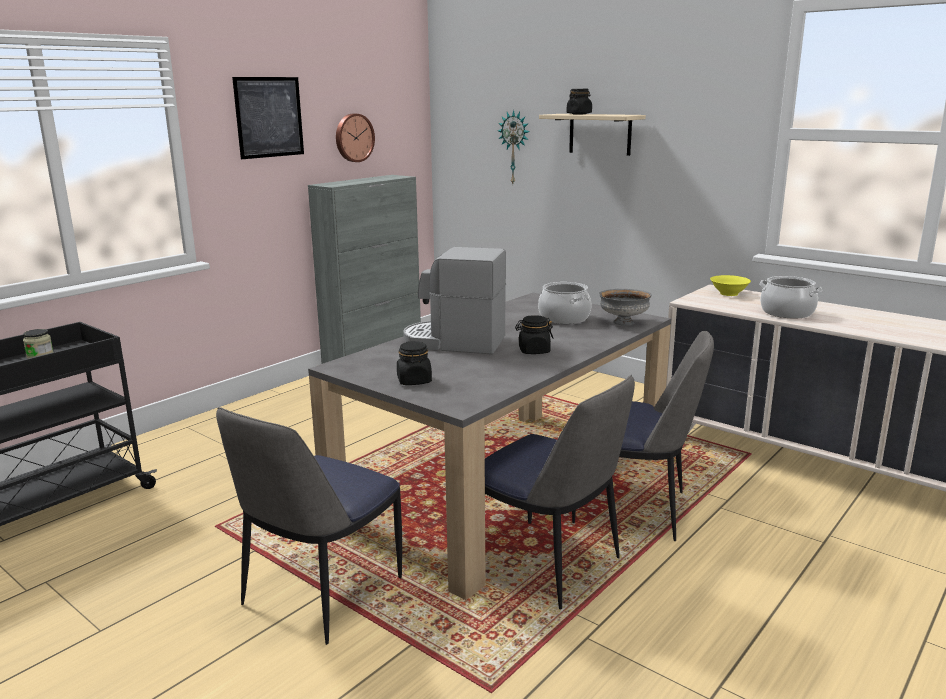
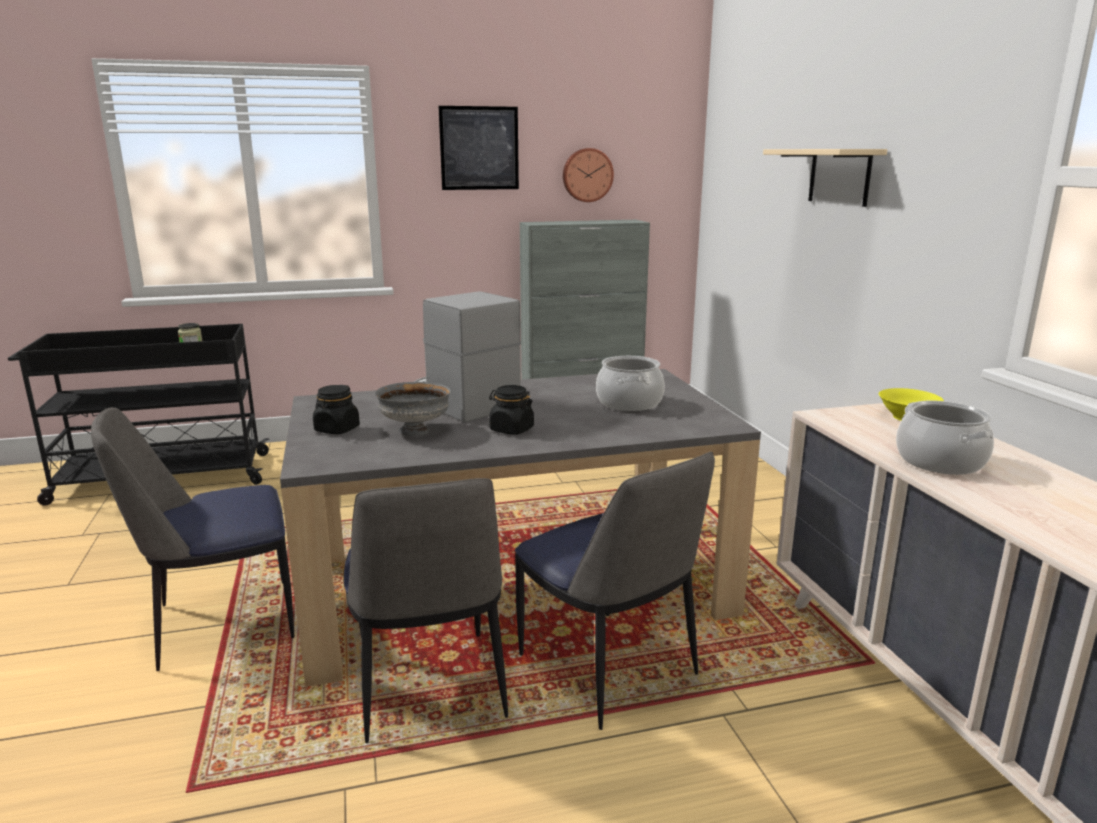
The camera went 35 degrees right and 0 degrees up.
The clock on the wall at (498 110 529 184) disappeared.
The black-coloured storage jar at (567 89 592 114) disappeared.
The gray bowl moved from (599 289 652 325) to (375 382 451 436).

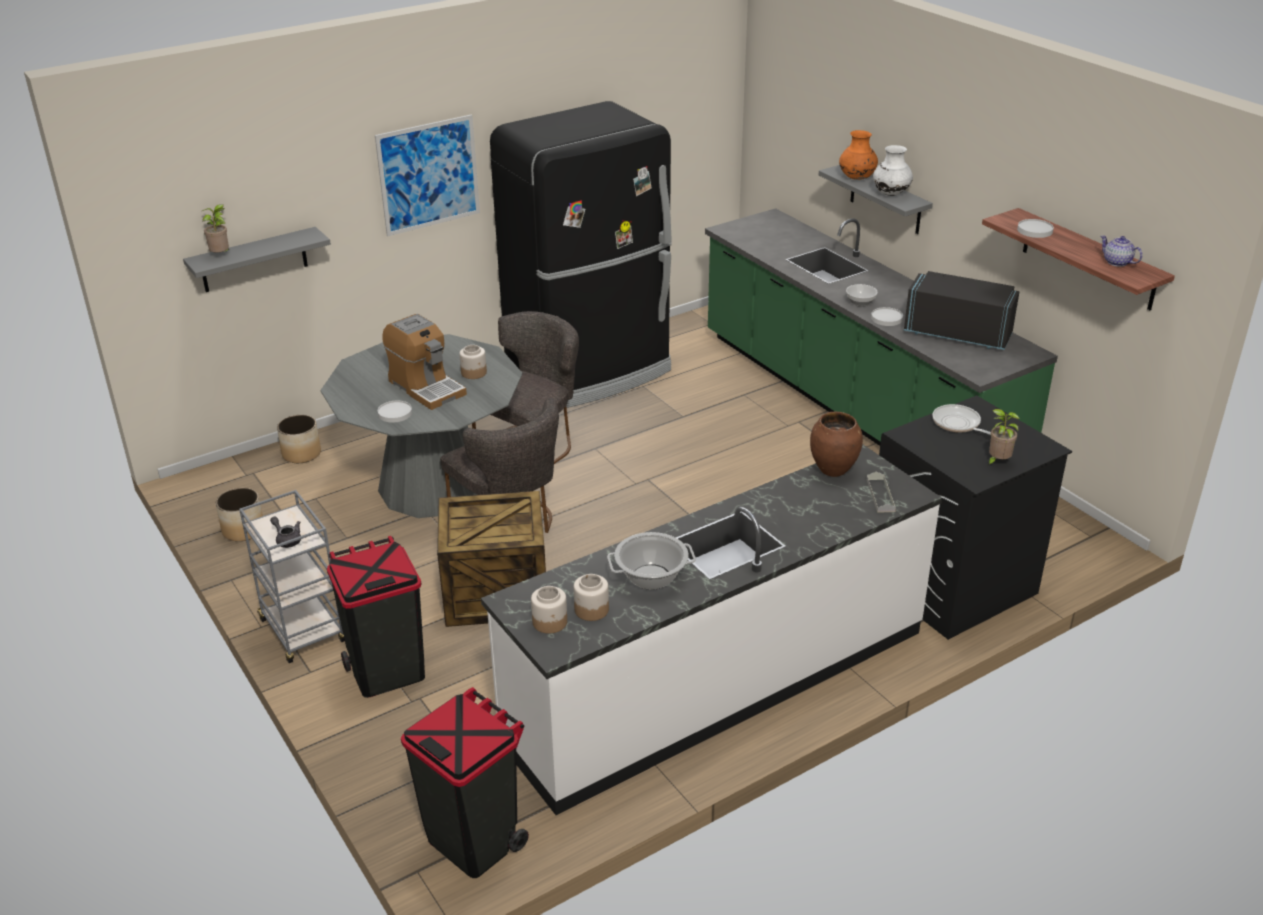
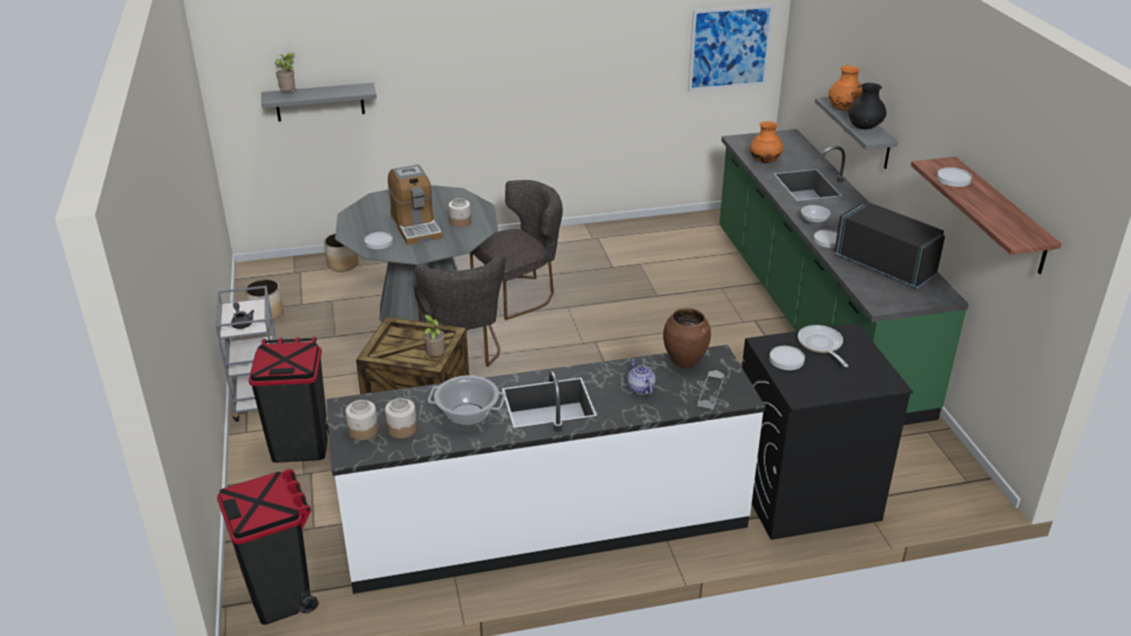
The camera went 20 degrees right and 0 degrees up.
The picture moved from (375 115 480 236) to (688 4 774 91).
The black-coloured kitchen fridge at (490 101 672 408) disappeared.
The white-coloured vase at (873 145 913 196) became the black-coloured vase at (848 83 886 130).
The plant in a pot moved from (987 409 1020 466) to (420 314 445 359).
The pot for tea moved from (1100 235 1143 267) to (627 359 656 395).
The orange vase at (750 121 783 163) appeared.
The white-coloured dinner plate at (769 346 805 370) appeared.

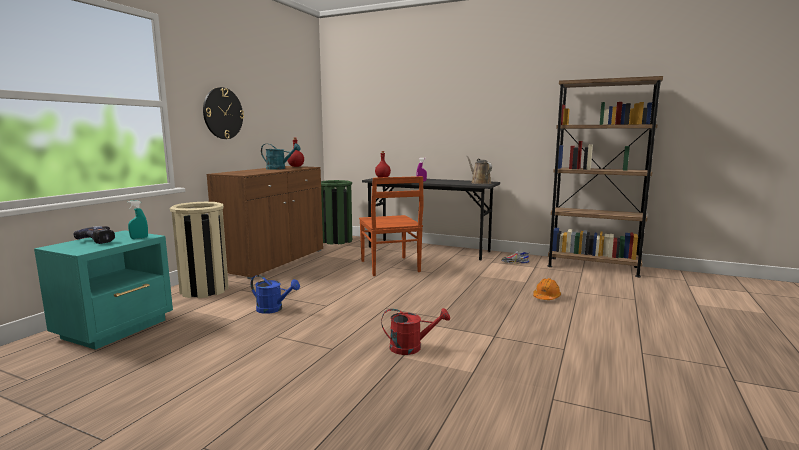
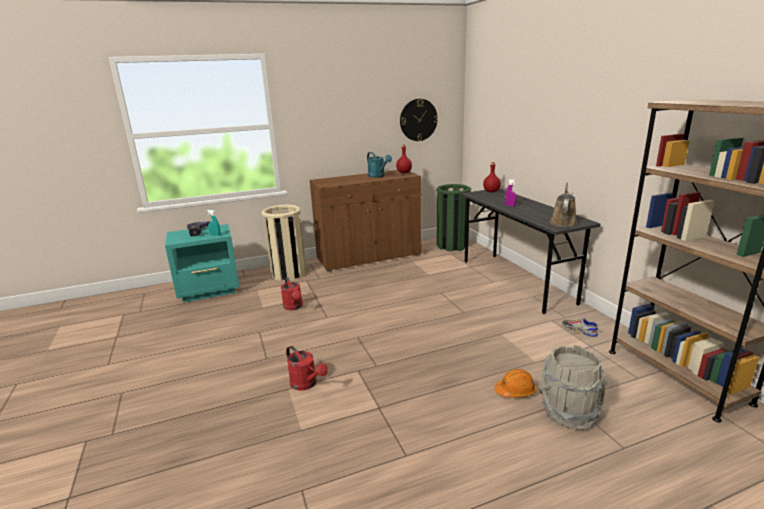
The camera went 45 degrees right and 10 degrees up.
The clock on the wall moved from (203 87 244 139) to (400 99 438 141).
The bluish sprinkling can at (251 275 300 314) became the red sprinkling can at (281 277 303 310).
The brown chair at (359 176 424 276) disappeared.
The gray water bucket at (539 345 608 430) appeared.

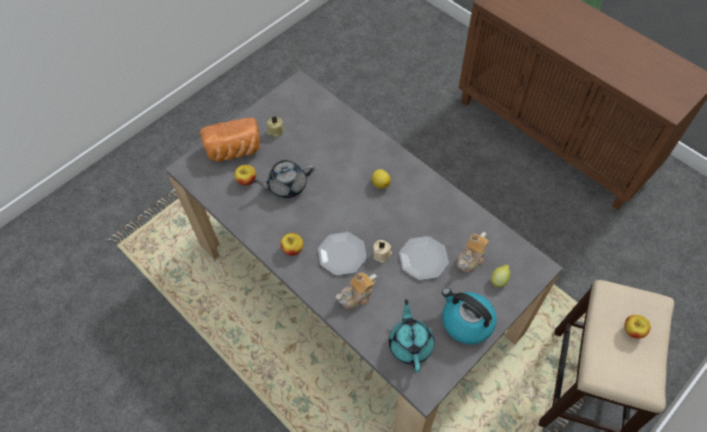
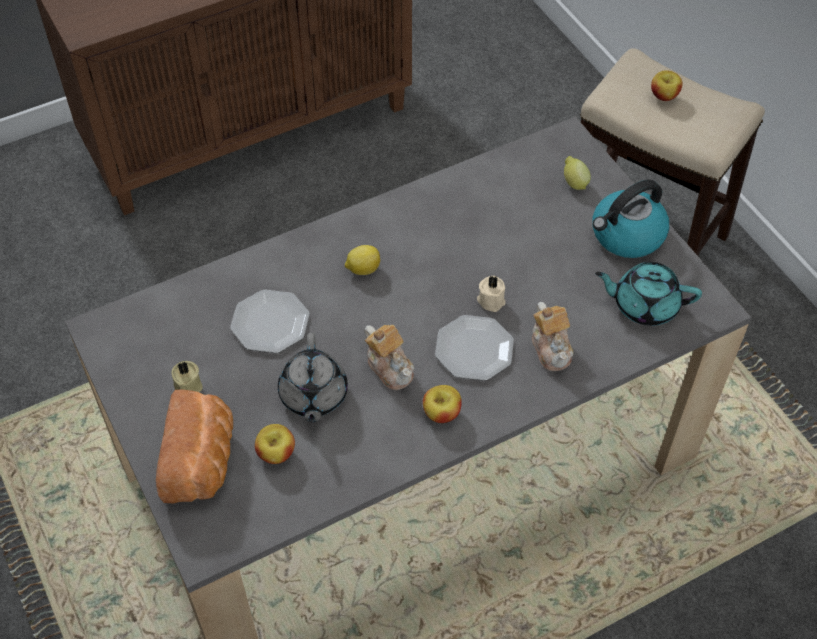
The camera went 75 degrees left and 5 degrees down.
The dinner plate moved from (399 236 449 280) to (230 290 310 353).
The pot for tea moved from (457 232 489 272) to (364 325 414 390).

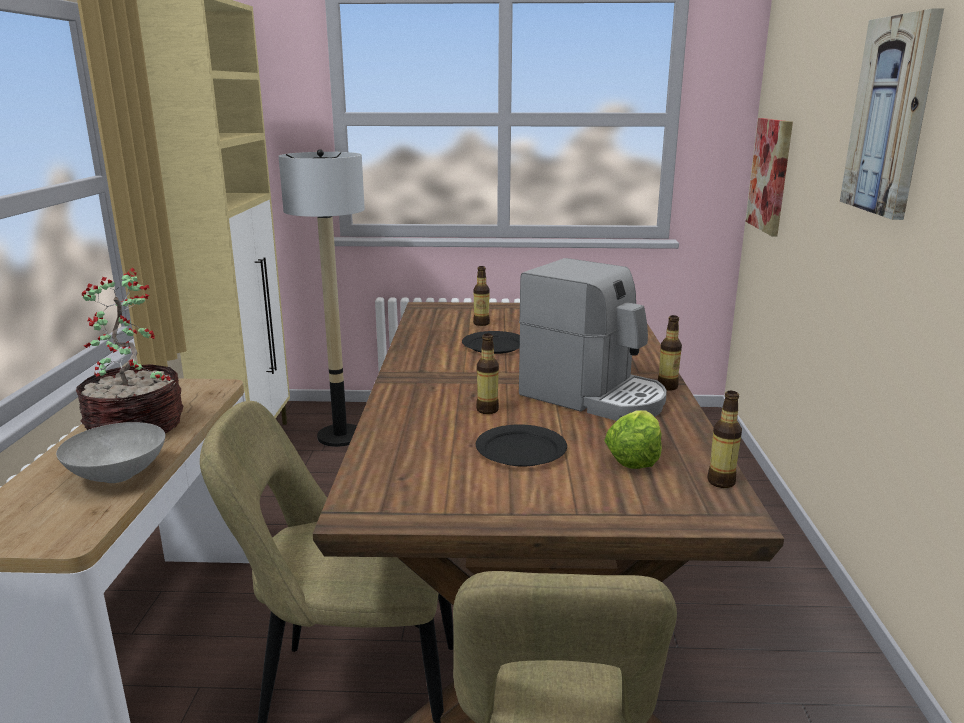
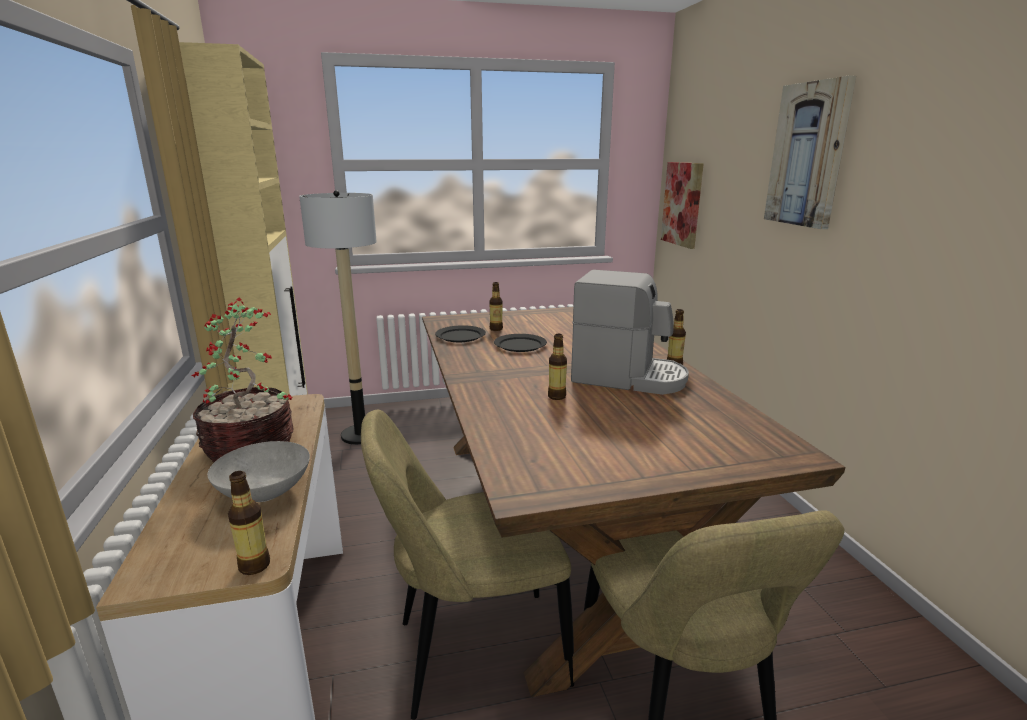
The camera went 15 degrees left and 0 degrees up.
The black-coloured dinner plate moved from (476 424 567 467) to (435 325 486 342).
The head of lettuce at (604 410 662 469) disappeared.
The beverage bottle moved from (707 391 742 488) to (228 471 270 575).

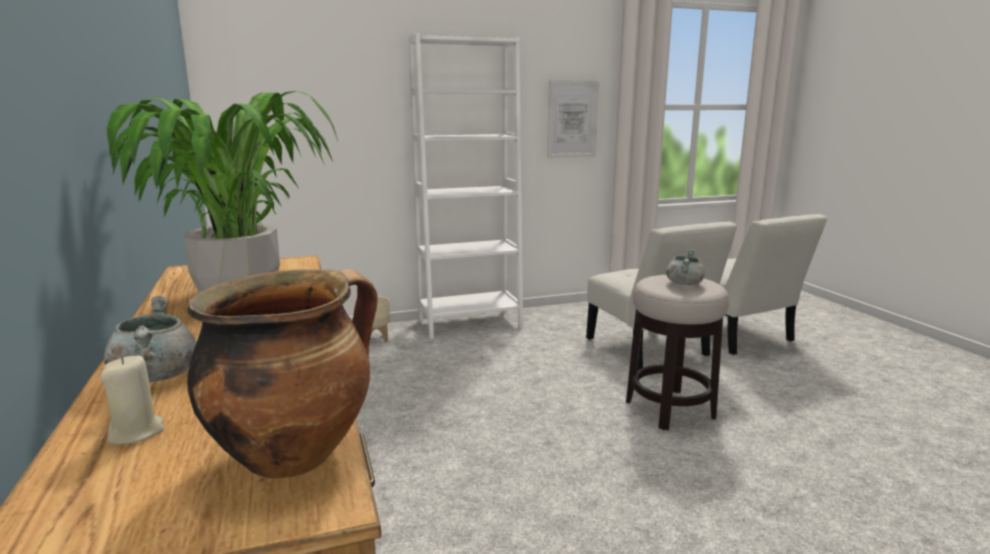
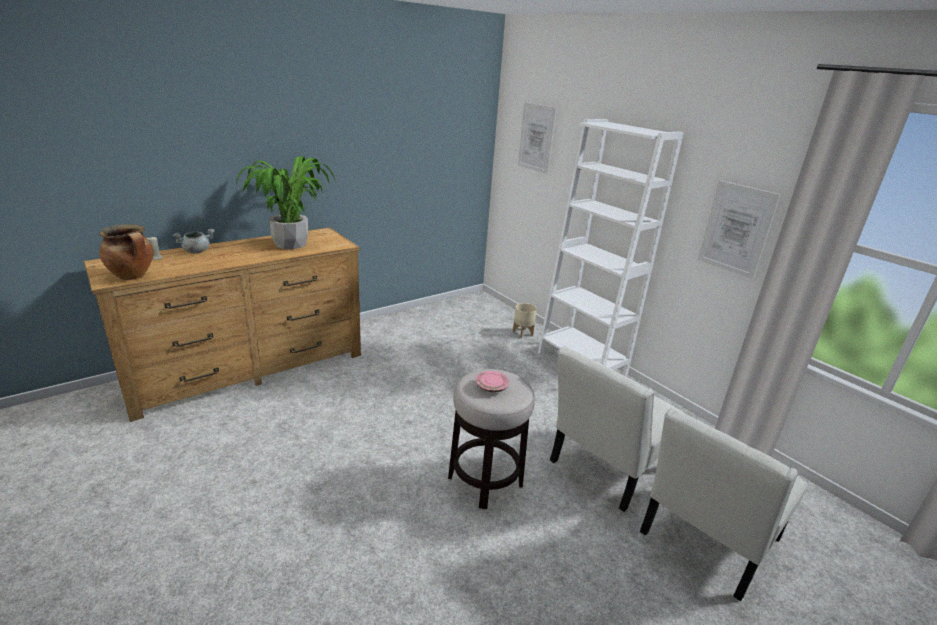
The camera went 70 degrees right and 10 degrees up.
The gray stockpot at (666 248 705 285) was replaced by the pink-coloured dinner plate at (475 371 509 392).
The picture at (518 102 557 174) appeared.

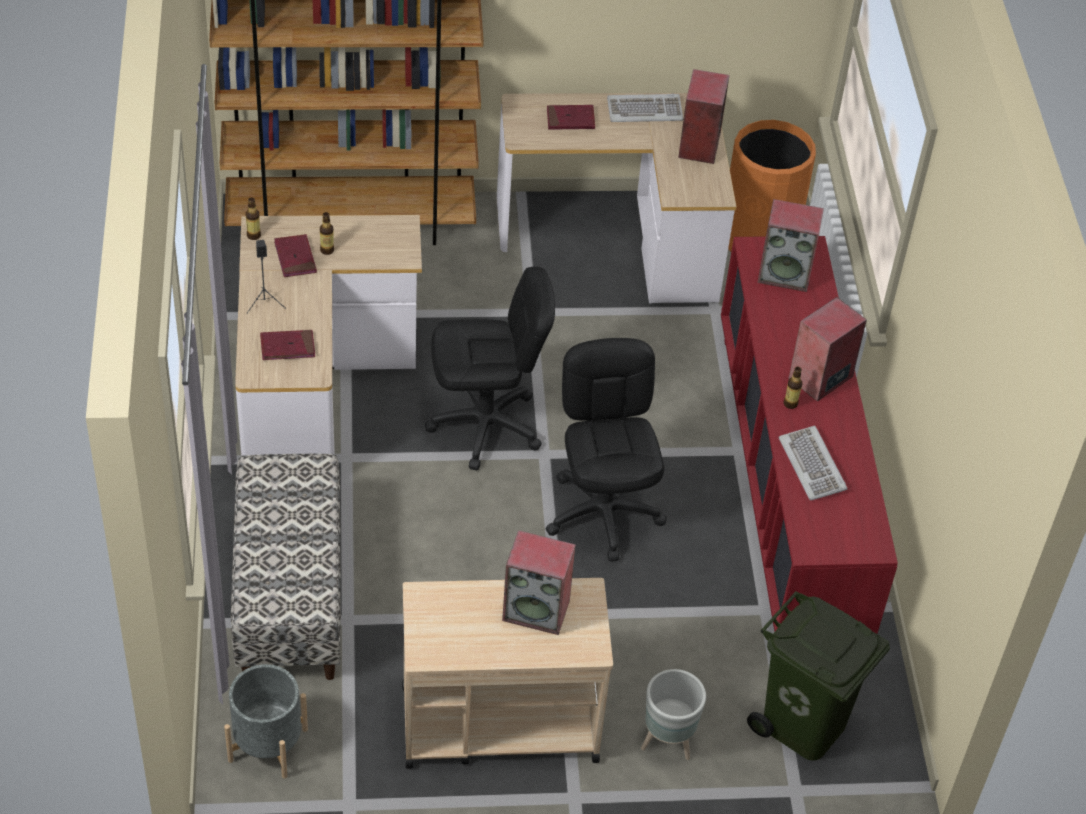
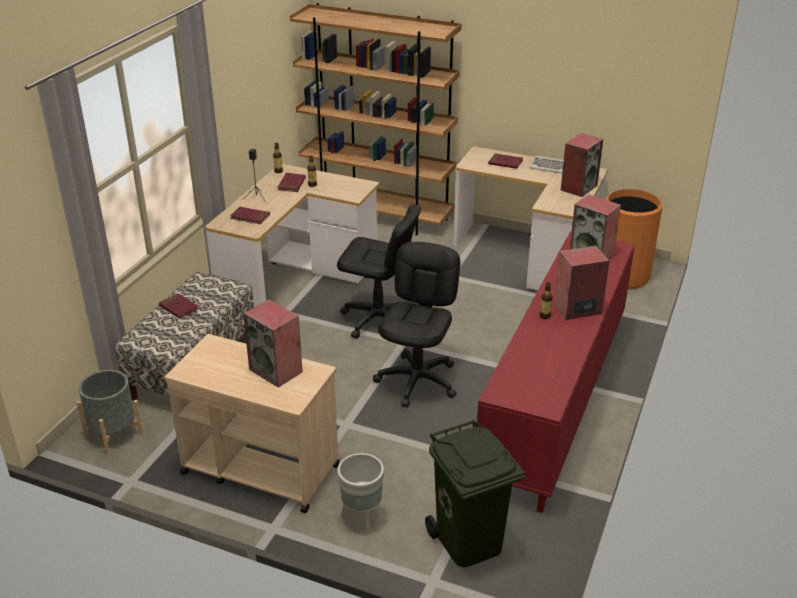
The camera went 30 degrees right and 15 degrees down.
The keyboard at (779 426 847 500) disappeared.
The red book at (159 293 199 319) appeared.

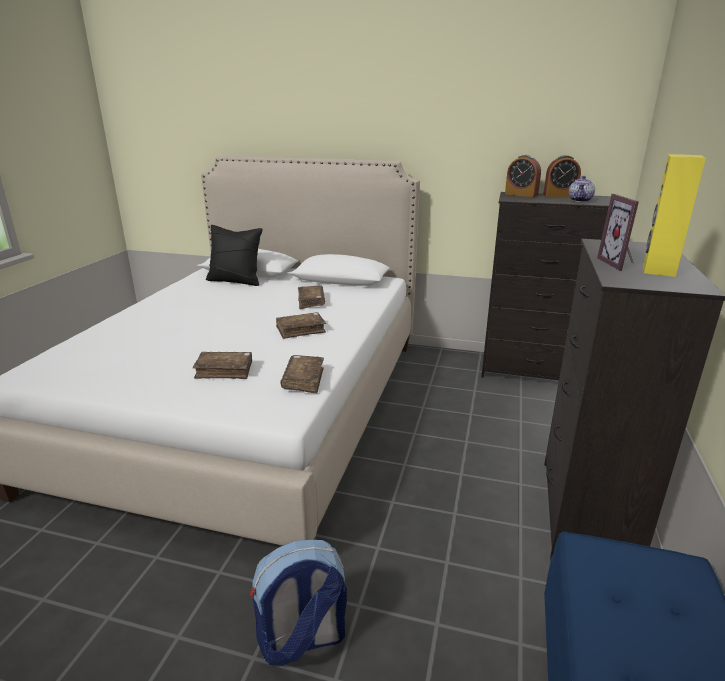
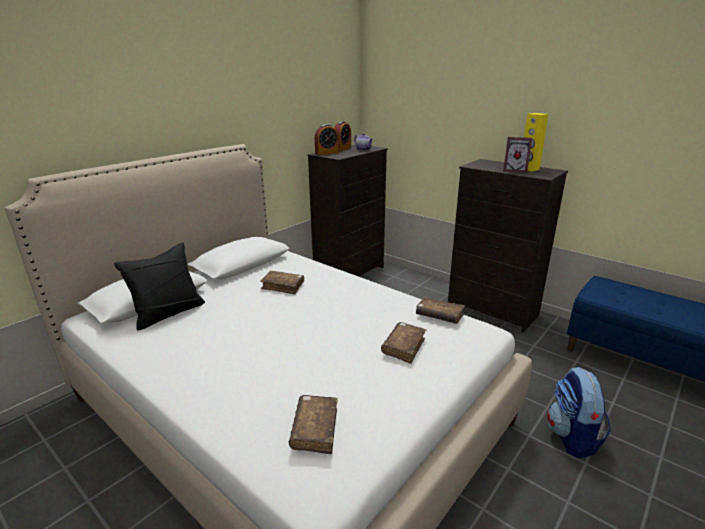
The camera went 65 degrees left and 0 degrees up.
The brown book moved from (276 312 326 339) to (289 395 338 454).

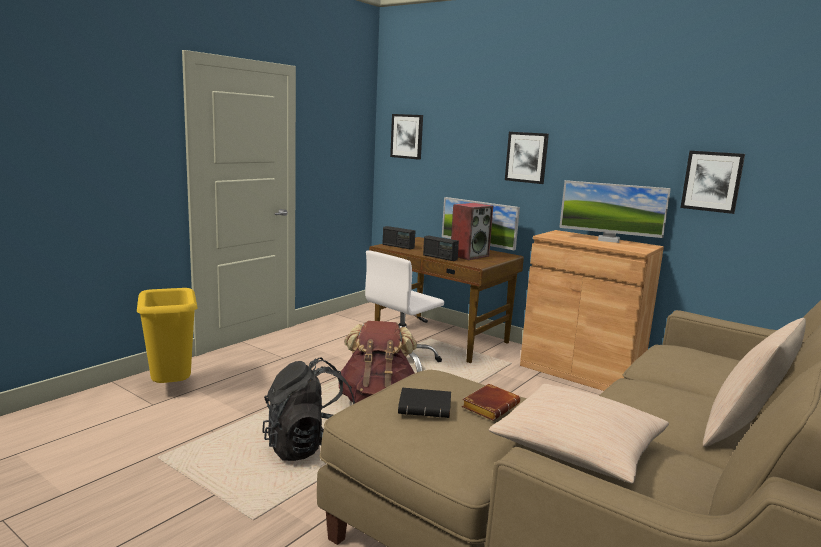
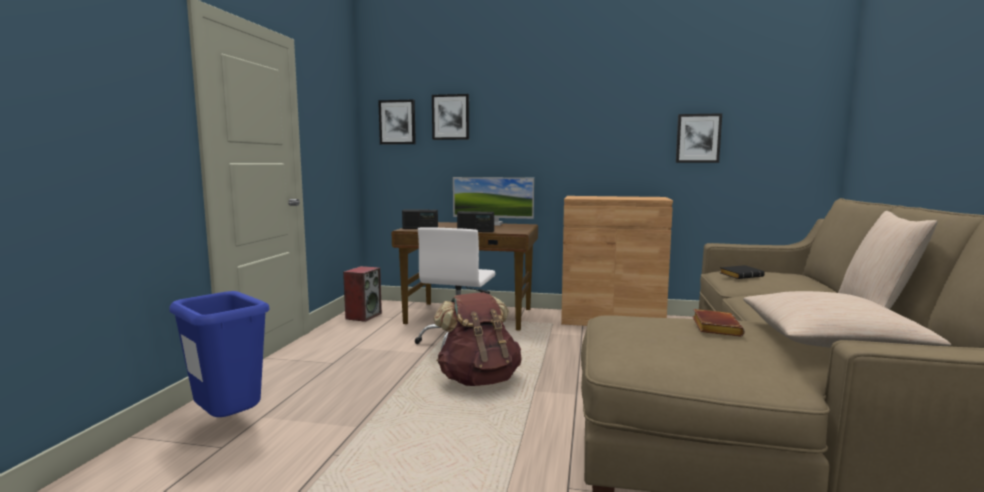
The camera went 25 degrees left and 5 degrees down.
The yellow waste bin at (137 288 198 383) became the bluish waste bin at (169 291 270 417).
The black-coloured backpack at (262 357 355 461) disappeared.
The black-coloured book moved from (398 388 451 418) to (720 265 765 279).
The audio speaker moved from (451 203 493 260) to (343 266 382 322).
The picture moved from (505 132 549 184) to (432 94 469 140).
The computer screen at (560 180 671 243) disappeared.

